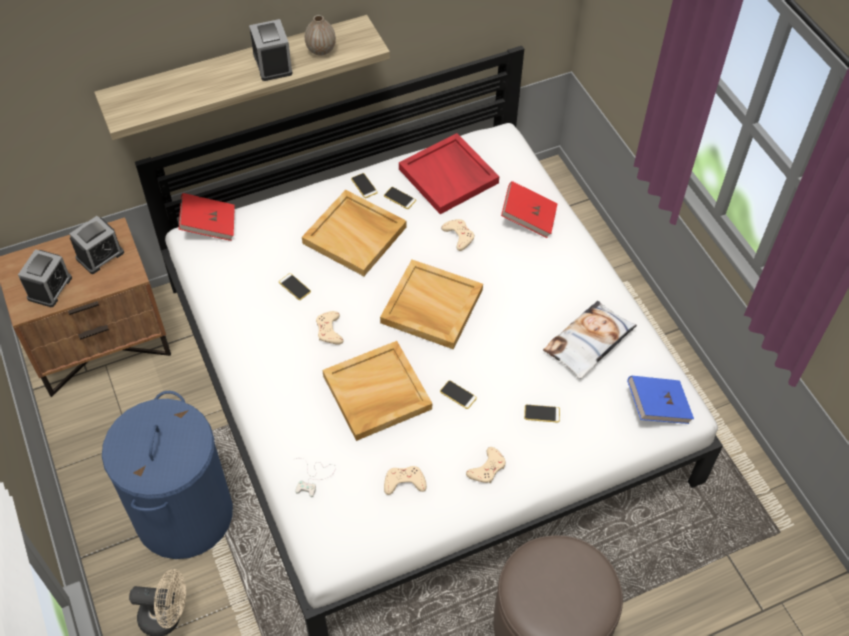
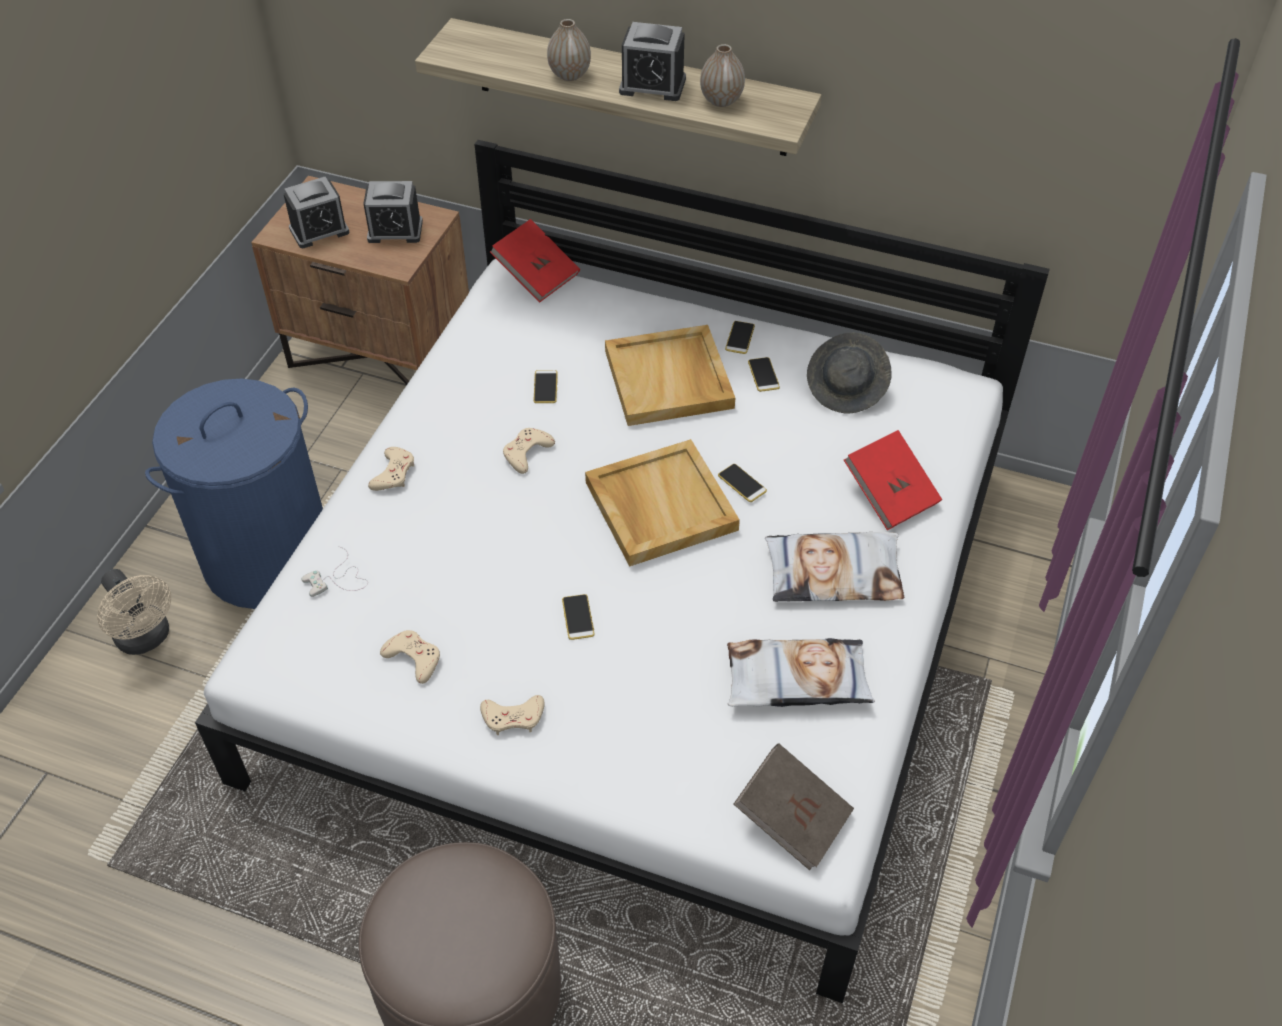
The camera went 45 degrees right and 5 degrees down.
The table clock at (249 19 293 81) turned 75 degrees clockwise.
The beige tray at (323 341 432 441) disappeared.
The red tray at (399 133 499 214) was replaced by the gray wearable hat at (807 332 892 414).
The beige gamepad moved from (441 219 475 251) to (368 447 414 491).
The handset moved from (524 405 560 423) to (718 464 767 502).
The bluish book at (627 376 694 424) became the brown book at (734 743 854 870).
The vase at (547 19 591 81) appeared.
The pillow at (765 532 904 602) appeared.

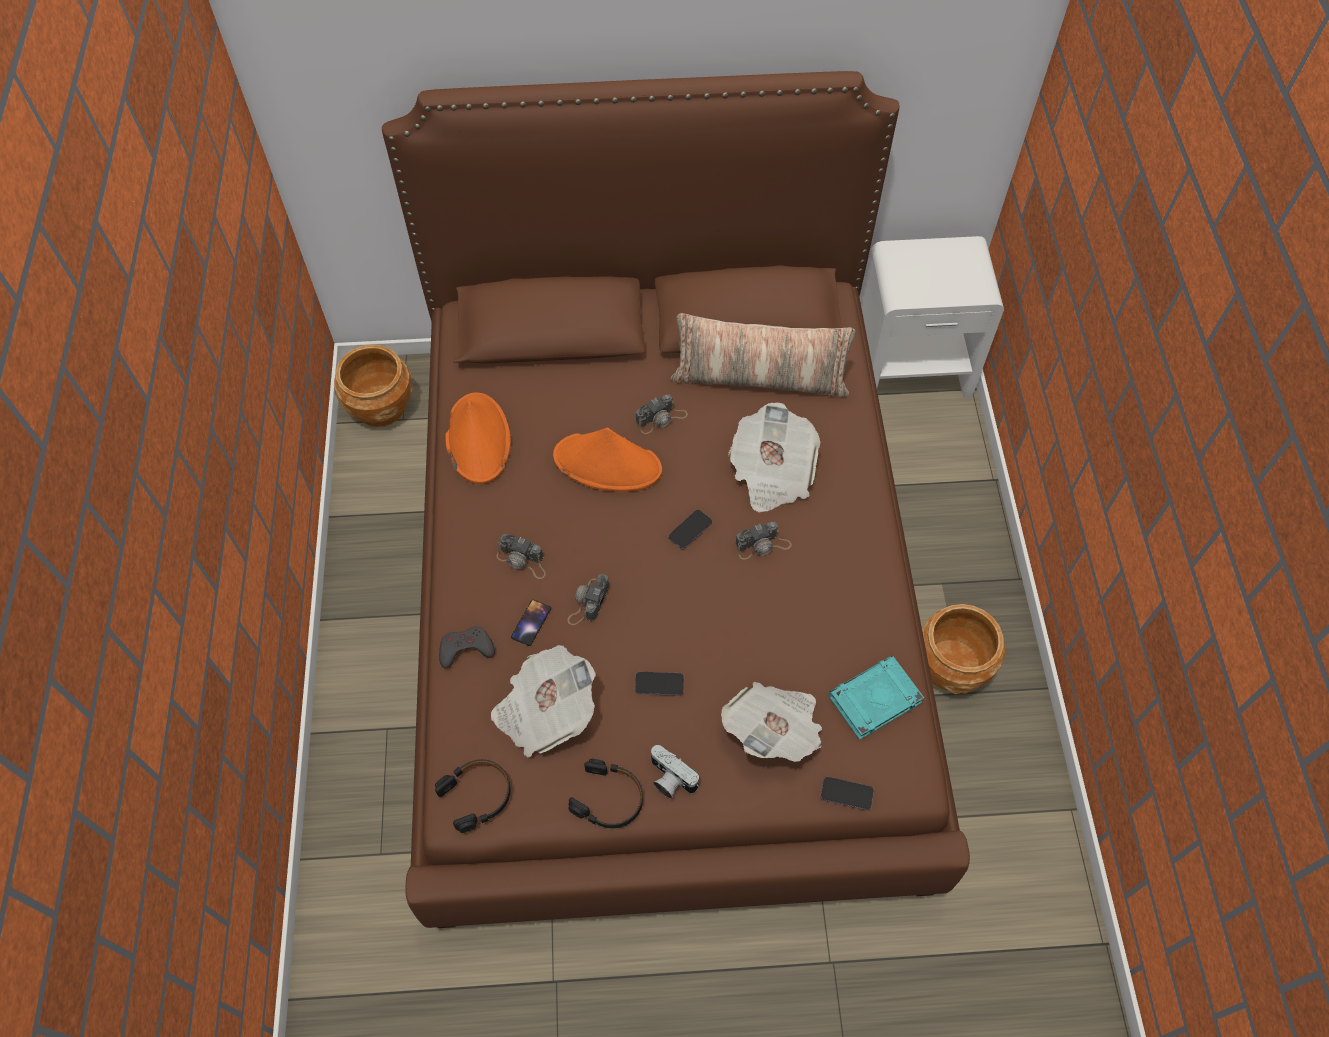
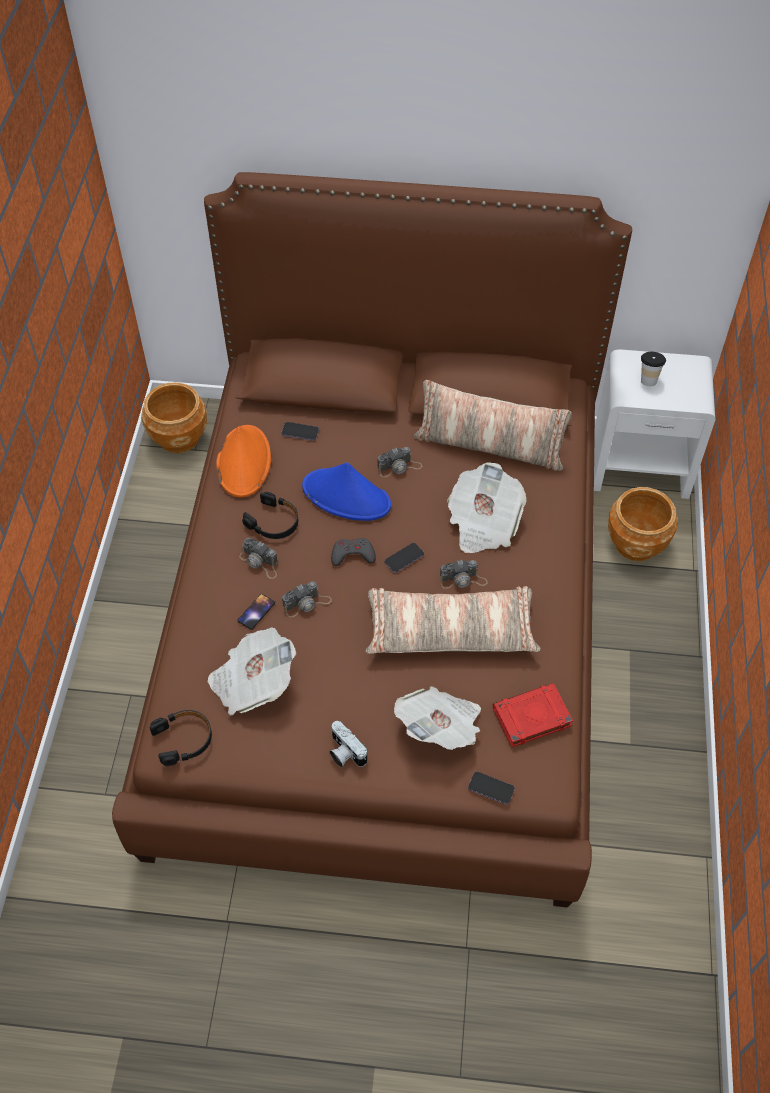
The camera went 10 degrees right and 5 degrees down.
The gray gamepad moved from (439 626 495 669) to (331 538 376 566).
The orange wearable hat at (553 428 662 492) became the bluish wearable hat at (302 462 391 521).
The still camera at (567 574 609 625) turned 150 degrees counterclockwise.
The black-coloured headphones moved from (568 759 643 828) to (242 492 298 539).
The handset moved from (635 672 684 696) to (281 422 319 441).
The turquoise book at (828 656 924 740) became the red book at (493 683 573 747).
The brown flower pot moved from (922 604 1005 694) to (608 487 678 561).
The pillow at (366 586 541 654) appeared.
The cup at (641 352 666 386) appeared.

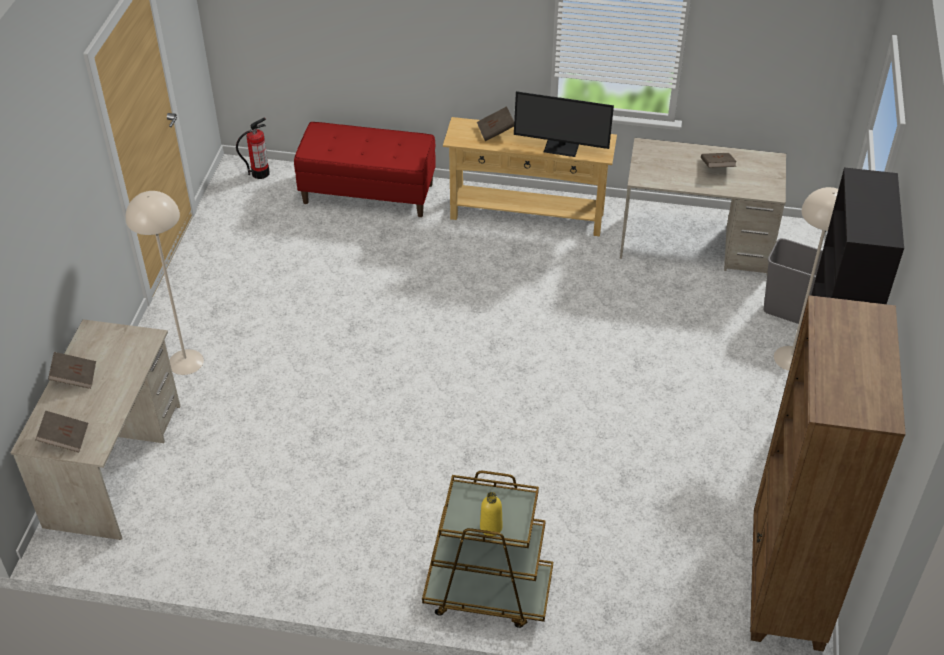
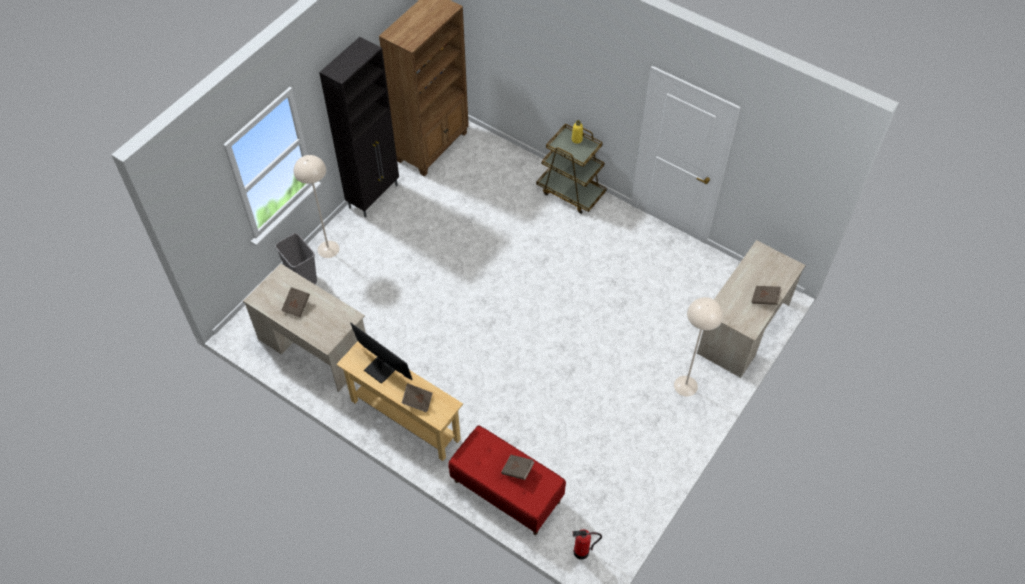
The camera went 155 degrees left and 10 degrees up.
The brown book moved from (35 411 88 452) to (501 455 535 480).

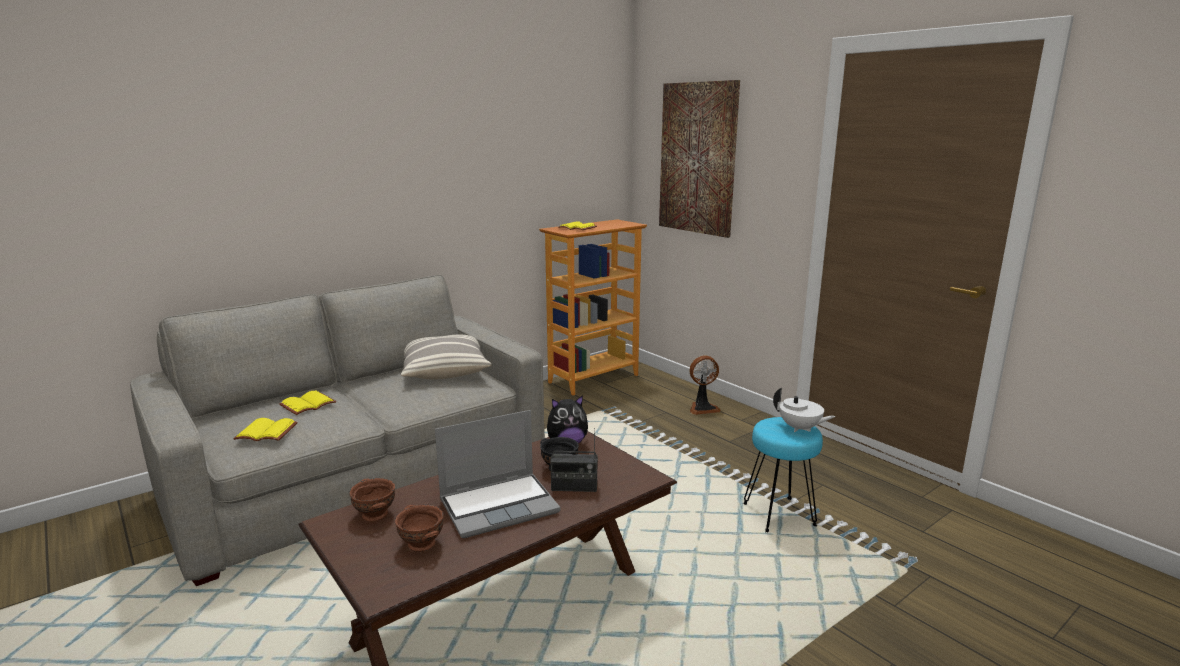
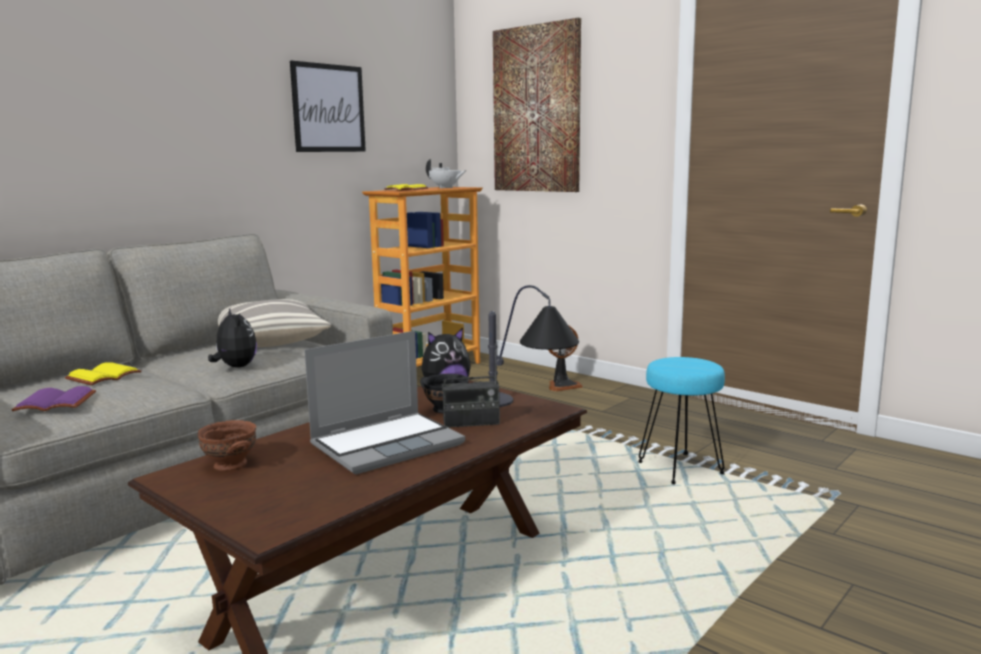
The camera went 10 degrees left and 5 degrees down.
The yellow book at (233 418 298 441) became the purplish book at (11 386 96 411).
The brown bowl at (395 505 444 552) disappeared.
The white-coloured pot for tea moved from (773 388 835 432) to (426 159 466 188).
The soft toy at (208 308 257 367) appeared.
The picture at (290 60 366 152) appeared.
The tabletop lamp at (488 285 579 407) appeared.

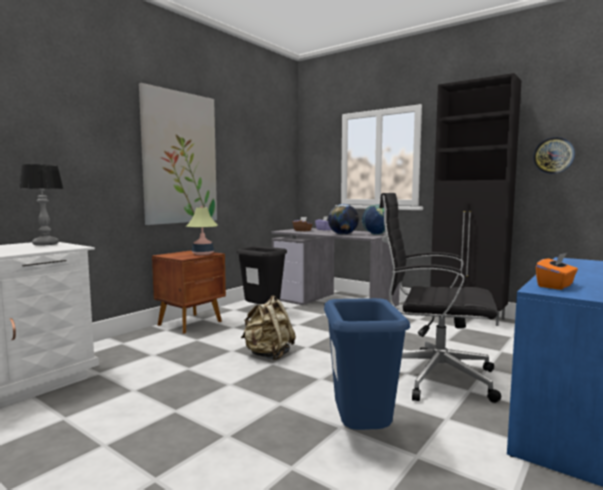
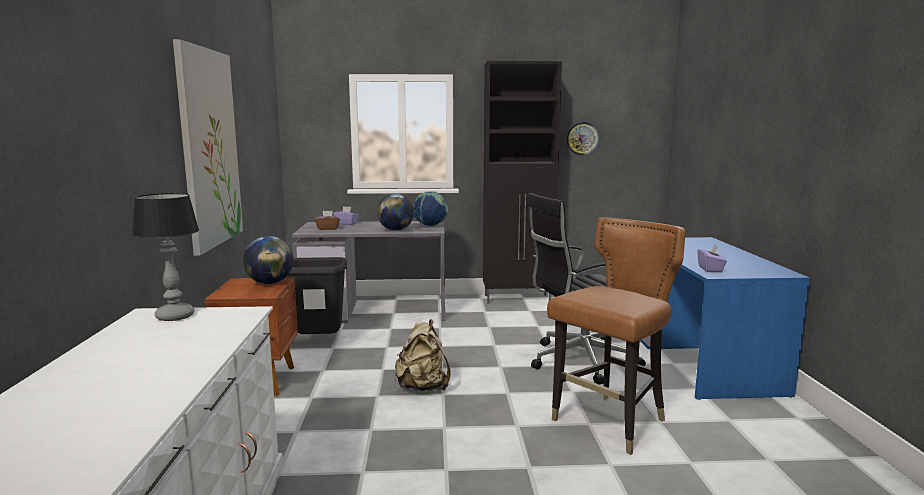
The camera went 40 degrees left and 5 degrees up.
The tabletop lamp at (186 206 218 255) was replaced by the desk globe at (243 236 293 284).
The bluish waste bin at (324 298 410 430) was replaced by the brown chair at (547 217 686 455).
The orange tissue box at (536 253 578 290) became the purplish tissue box at (698 245 727 272).

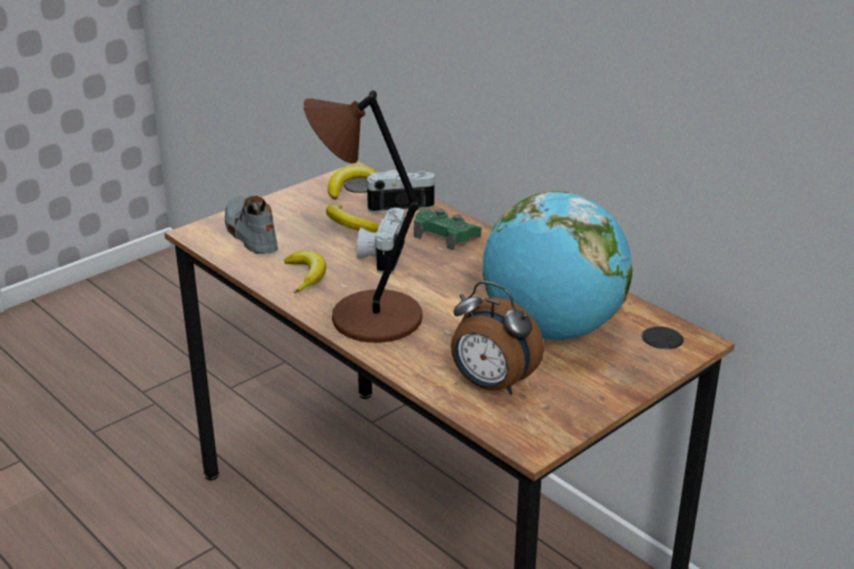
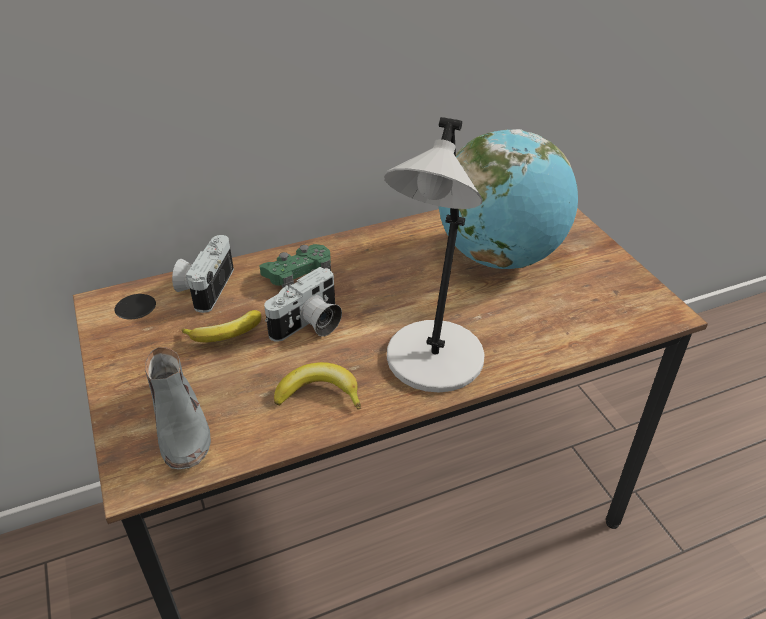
The camera went 70 degrees left and 10 degrees up.
The gray low shoe at (225 196 278 254) turned 105 degrees counterclockwise.
The brown tabletop lamp at (304 90 423 343) became the gray tabletop lamp at (383 117 485 392).
The banana fruit at (328 165 377 200) disappeared.
The still camera at (357 208 405 274) turned 75 degrees counterclockwise.
The table clock at (451 281 544 395) disappeared.

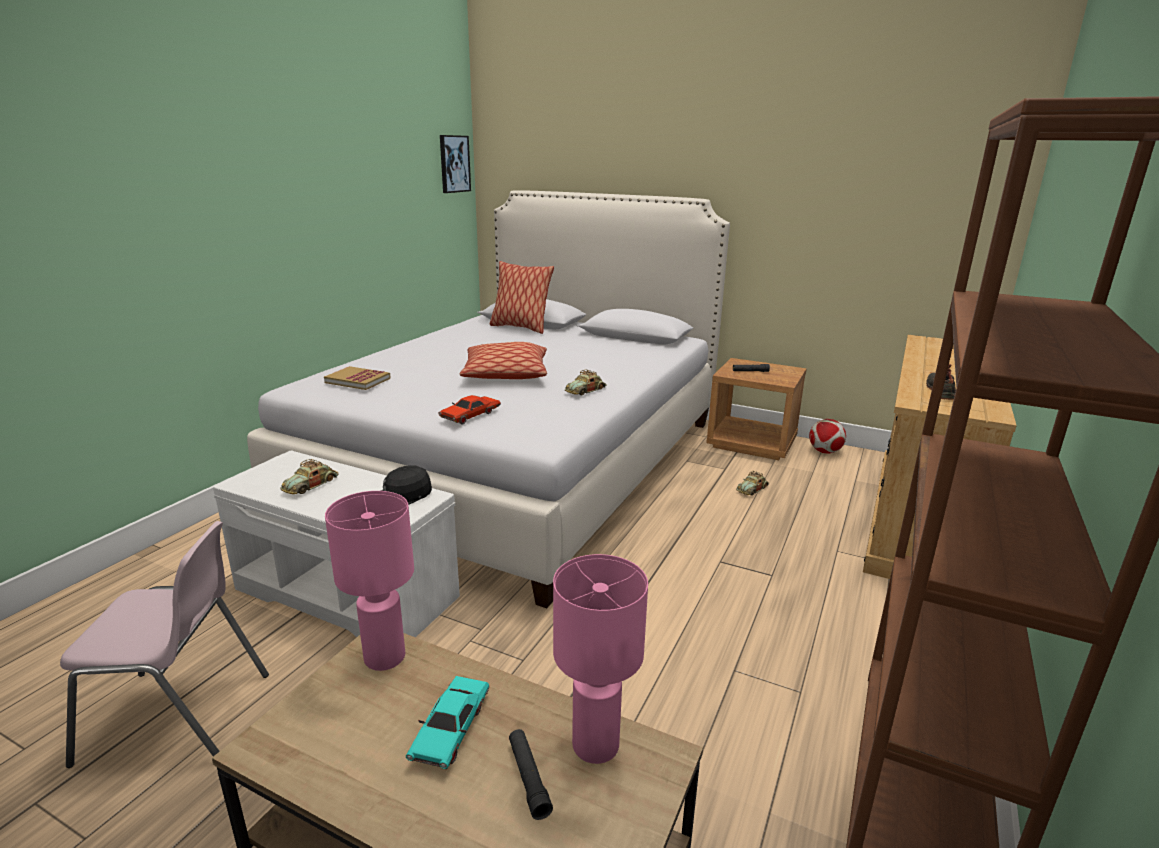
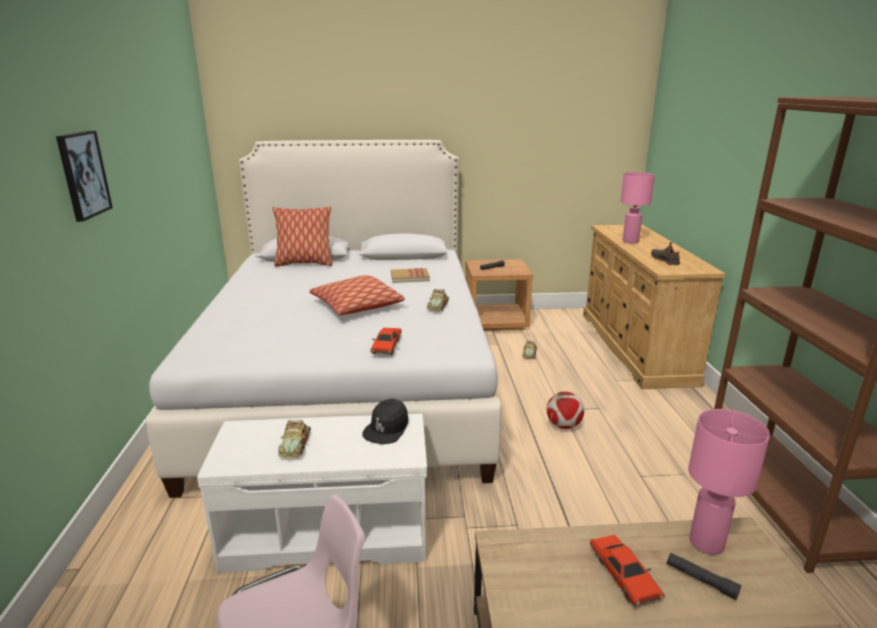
The camera went 30 degrees left and 0 degrees up.
The book moved from (324 366 391 390) to (391 268 430 283).
The pink-coloured tabletop lamp moved from (325 491 414 671) to (621 172 655 243).
The turquoise miniature car at (406 676 490 769) became the red miniature car at (590 534 665 606).
The picture moved from (440 135 471 193) to (56 131 113 222).
The ball for football moved from (809 419 846 453) to (547 392 584 429).

